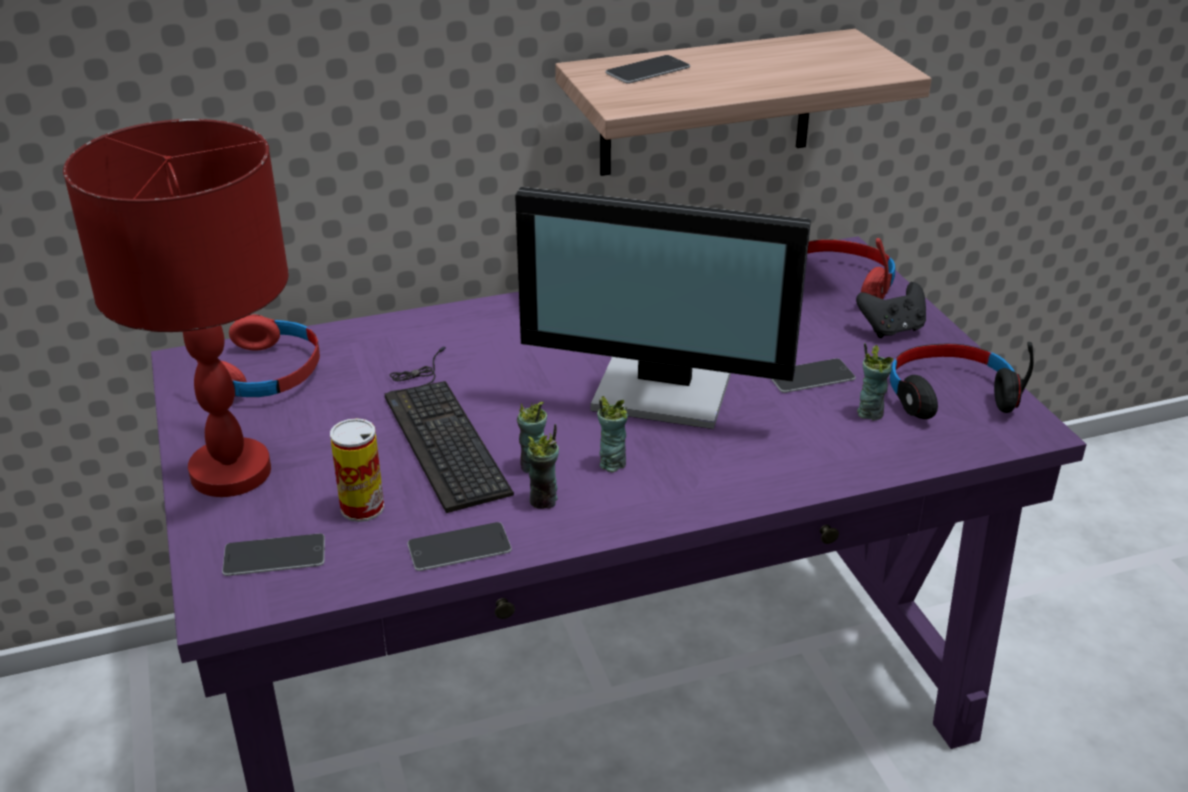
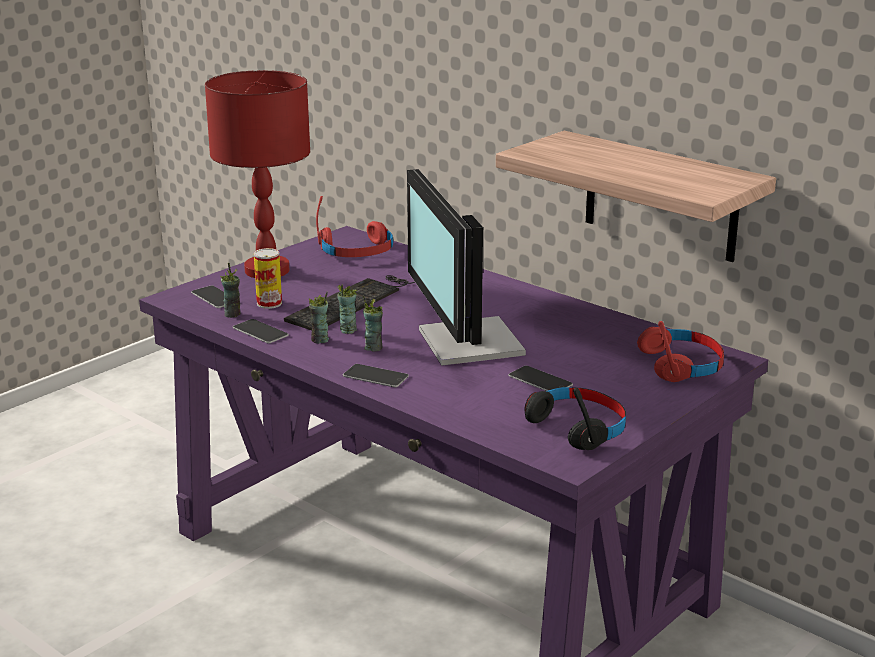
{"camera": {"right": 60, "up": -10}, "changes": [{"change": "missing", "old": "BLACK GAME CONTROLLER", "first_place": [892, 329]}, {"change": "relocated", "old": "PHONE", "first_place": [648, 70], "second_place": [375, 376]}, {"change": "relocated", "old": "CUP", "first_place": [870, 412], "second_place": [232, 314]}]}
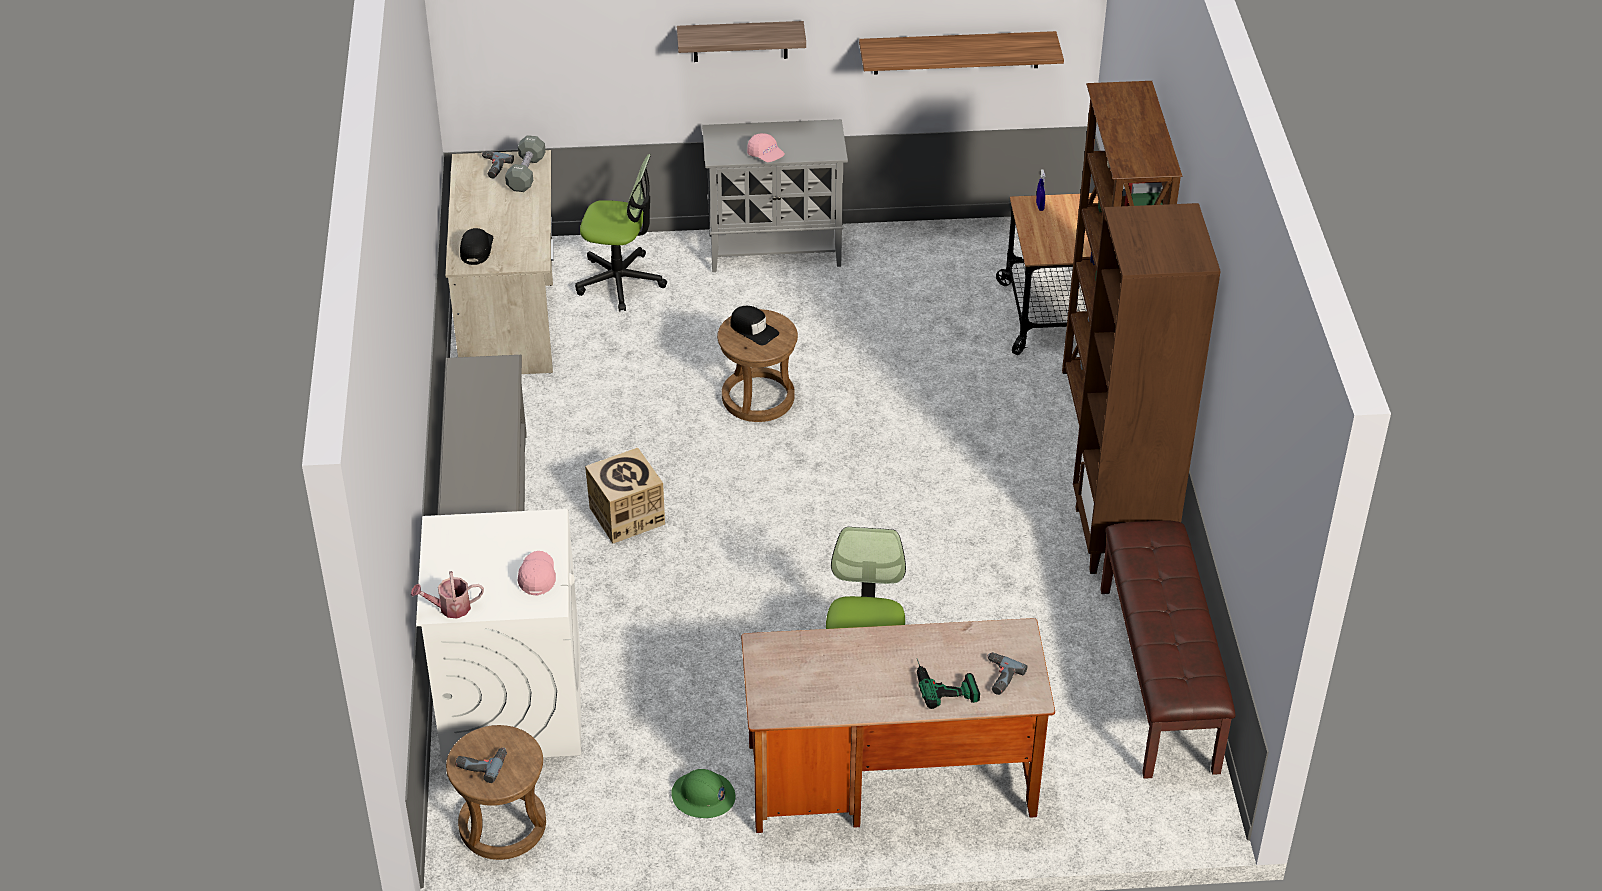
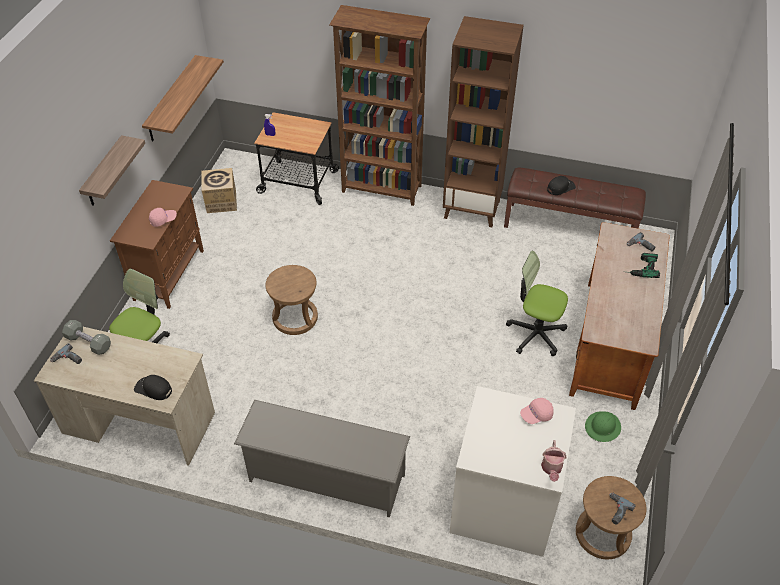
{"camera": {"right": -70, "up": 5}, "changes": [{"change": "relocated", "old": "CARDBOARD BOX", "first_place": [626, 516], "second_place": [221, 202]}, {"change": "relocated", "old": "BLACK CAP", "first_place": [753, 329], "second_place": [560, 187]}, {"change": "colour", "old": "GREY CABINET", "new": "BROWN CABINET", "first_place": [776, 250], "second_place": [169, 274]}, {"change": "spun", "old": "PINK CAP", "first_place": [537, 577], "second_place": [536, 415], "degrees": -45}]}
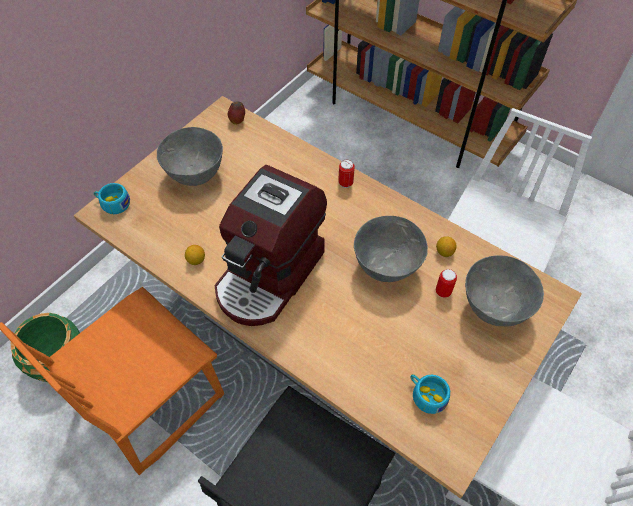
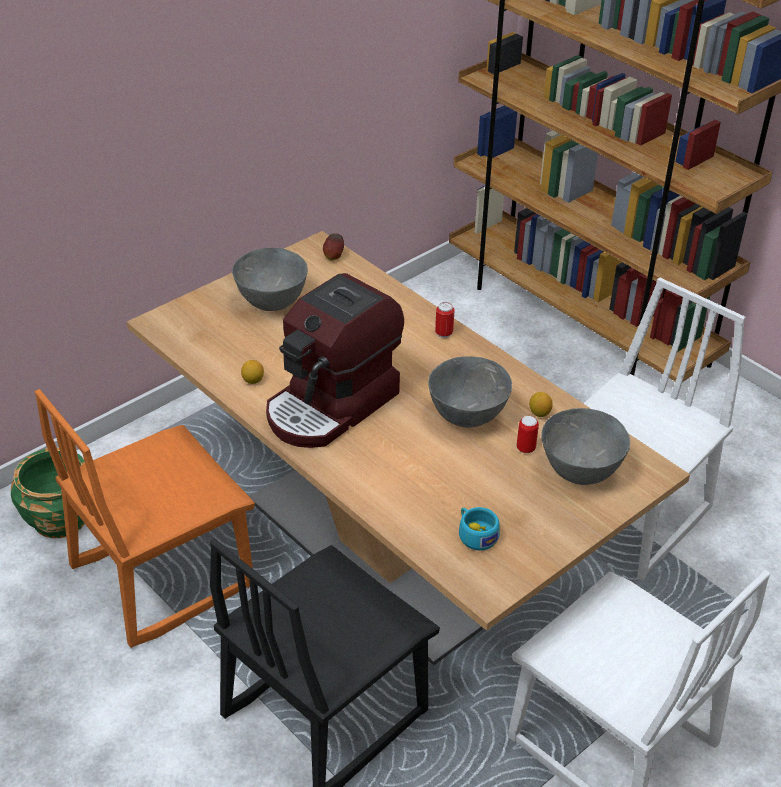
{"camera": {"right": 10, "up": -15}, "changes": [{"change": "missing", "old": "TURQUOISE CUP", "first_place": [113, 204]}]}
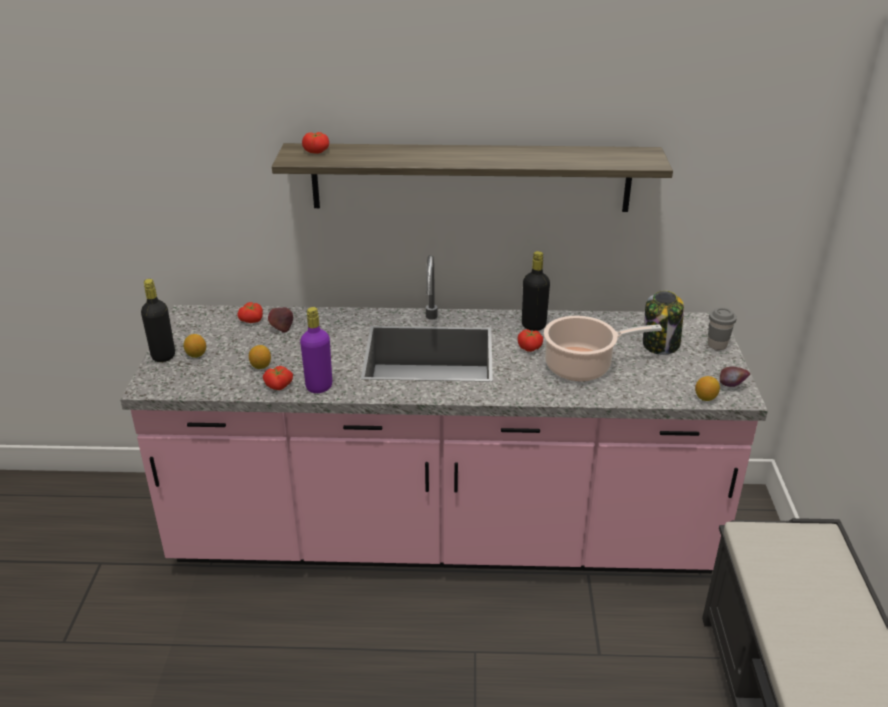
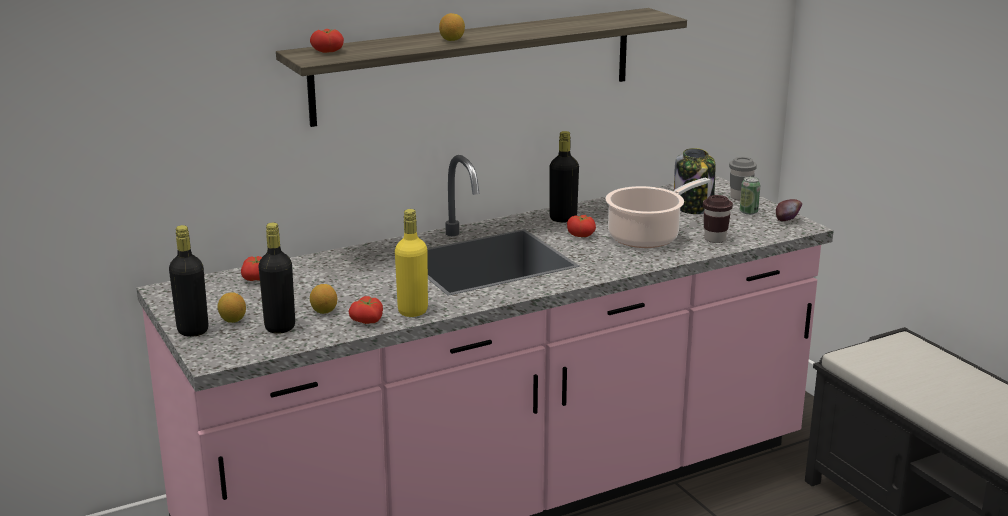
{"camera": {"right": -30, "up": -10}, "changes": [{"change": "missing", "old": "APPLE", "first_place": [282, 328]}, {"change": "appeared", "new": "BLACK BOTTLE", "second_place": [280, 327]}, {"change": "appeared", "new": "BROWN CUP", "second_place": [715, 239]}, {"change": "appeared", "new": "CAN", "second_place": [748, 212]}, {"change": "relocated", "old": "LEMON", "first_place": [705, 398], "second_place": [452, 40]}, {"change": "colour", "old": "PURPLE BOTTLE", "new": "YELLOW BOTTLE", "first_place": [319, 387], "second_place": [413, 311]}]}
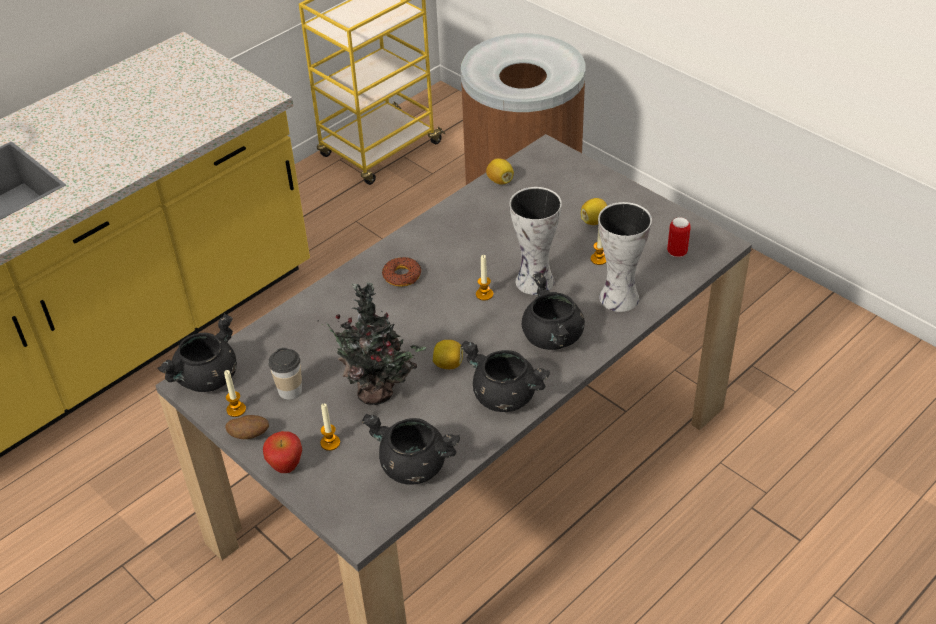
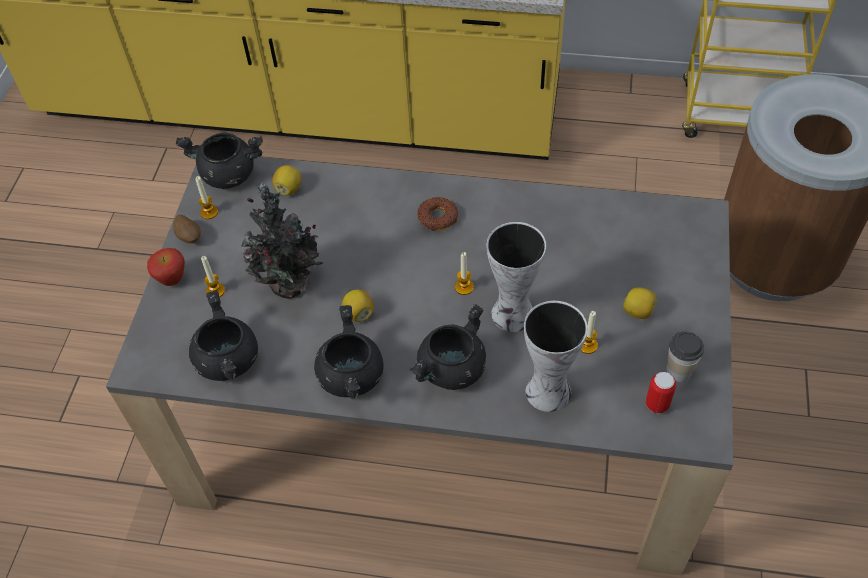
{"camera": {"right": 55, "up": 10}, "changes": [{"change": "relocated", "old": "CUP", "first_place": [290, 391], "second_place": [678, 371]}, {"change": "relocated", "old": "LEMON", "first_place": [500, 181], "second_place": [289, 188]}]}
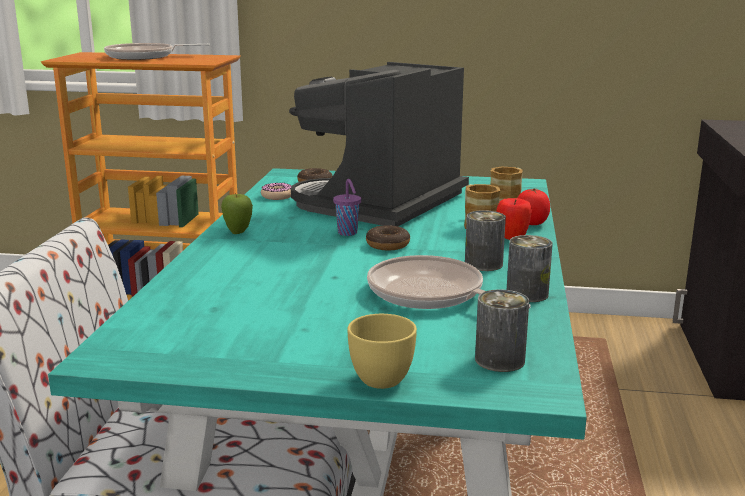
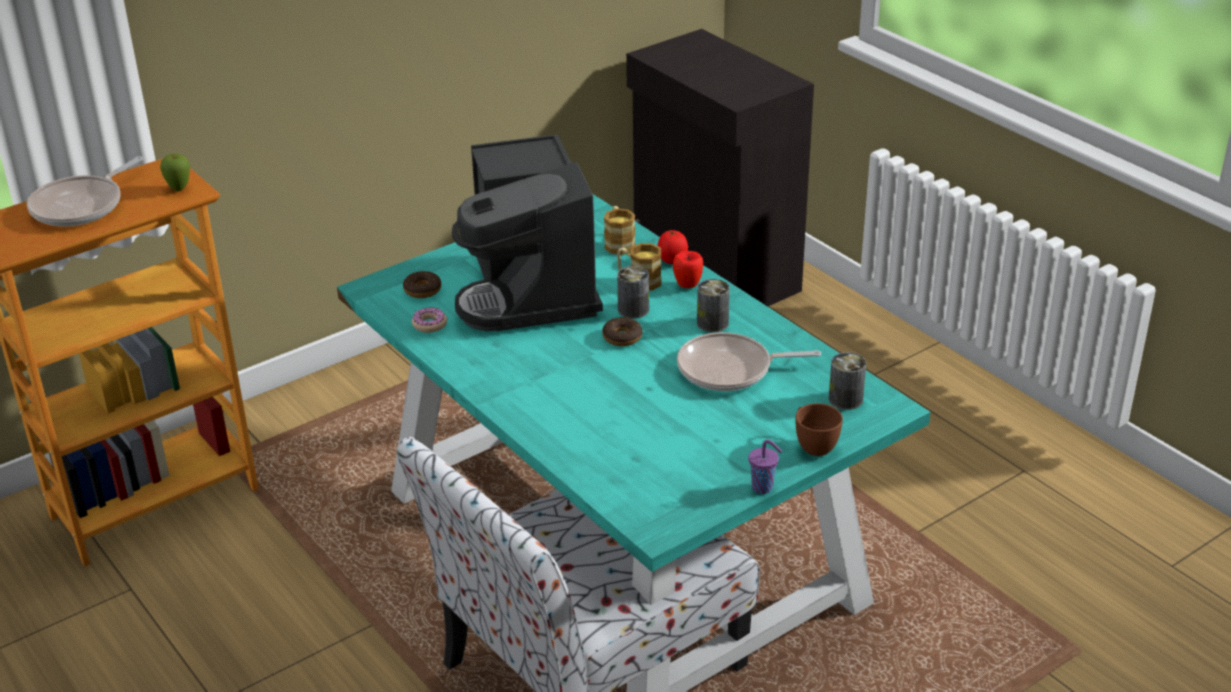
{"camera": {"right": -45, "up": 15}, "changes": [{"change": "relocated", "old": "APPLE", "first_place": [238, 233], "second_place": [179, 189]}, {"change": "relocated", "old": "PURPLE CUP", "first_place": [348, 233], "second_place": [763, 488]}, {"change": "relocated", "old": "CAN", "first_place": [527, 294], "second_place": [633, 309]}, {"change": "colour", "old": "YELLOW CUP", "new": "BROWN CUP", "first_place": [384, 375], "second_place": [813, 445]}]}
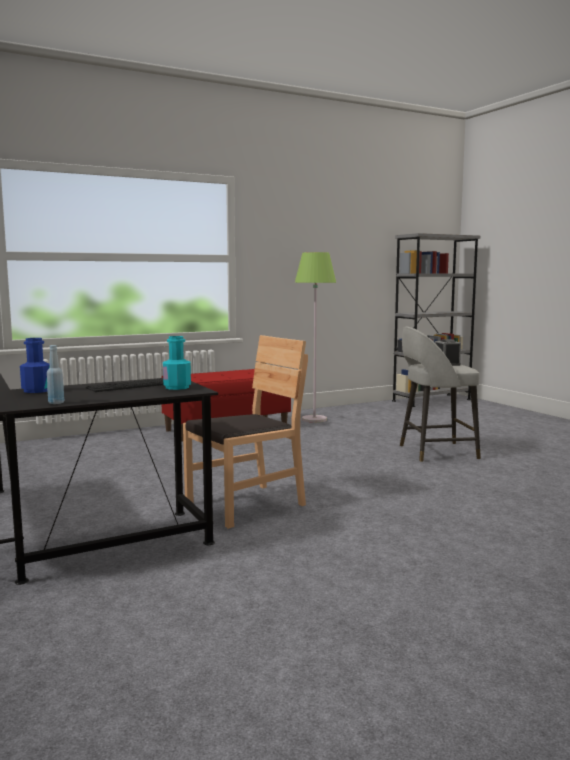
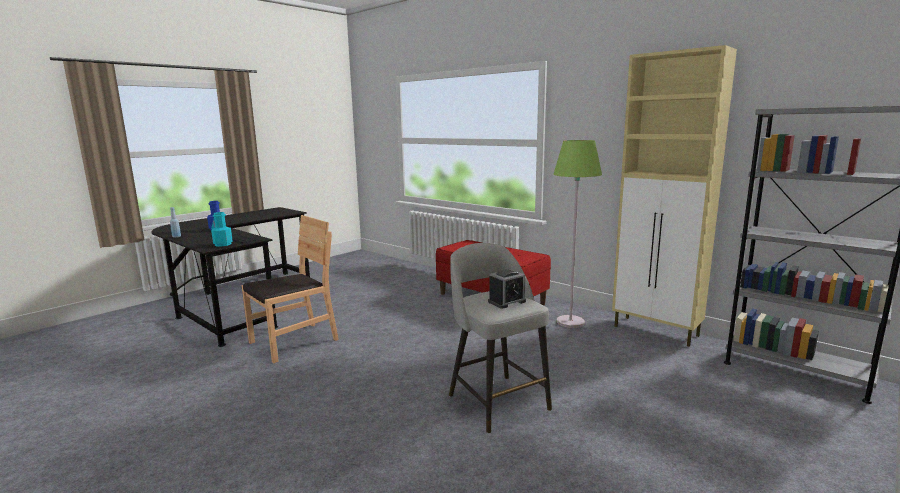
{"camera": {"right": 70, "up": 5}, "changes": [{"change": "appeared", "new": "BEIGE CABINET", "second_place": [656, 331]}, {"change": "spun", "old": "BROWN CHAIR", "first_place": [245, 505], "second_place": [294, 342], "degrees": -75}]}
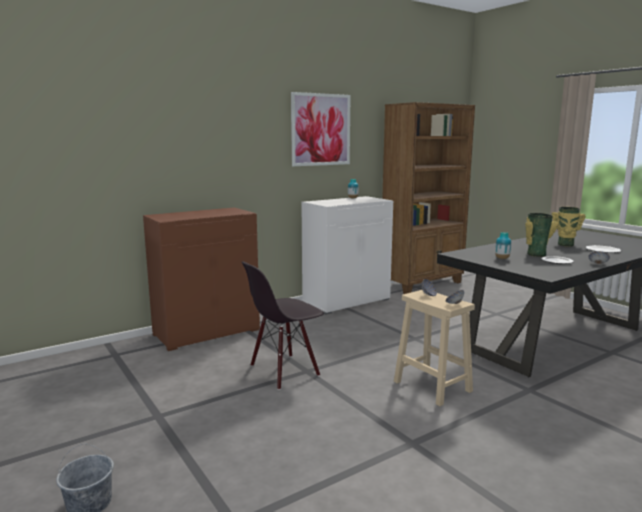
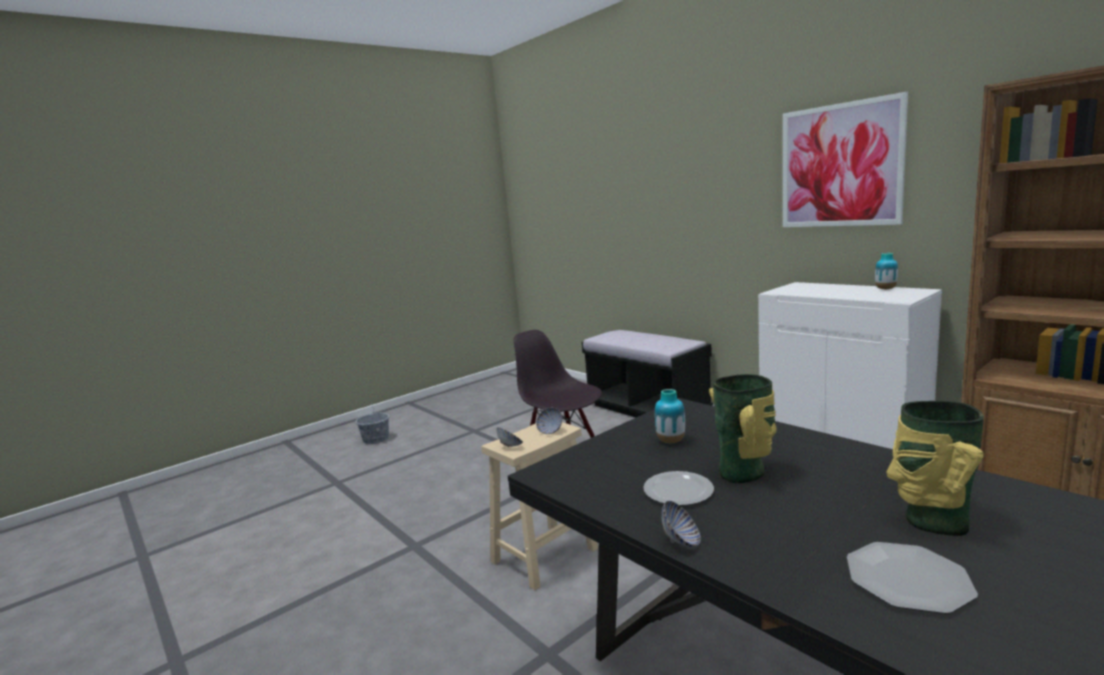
{"camera": {"right": 85, "up": 0}, "changes": [{"change": "exchanged", "old": "BROWN CABINET", "new": "BLACK BENCH", "first_place": [207, 332], "second_place": [647, 409]}]}
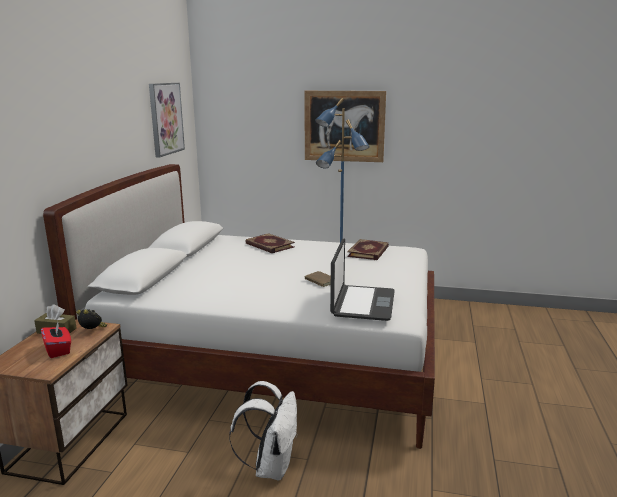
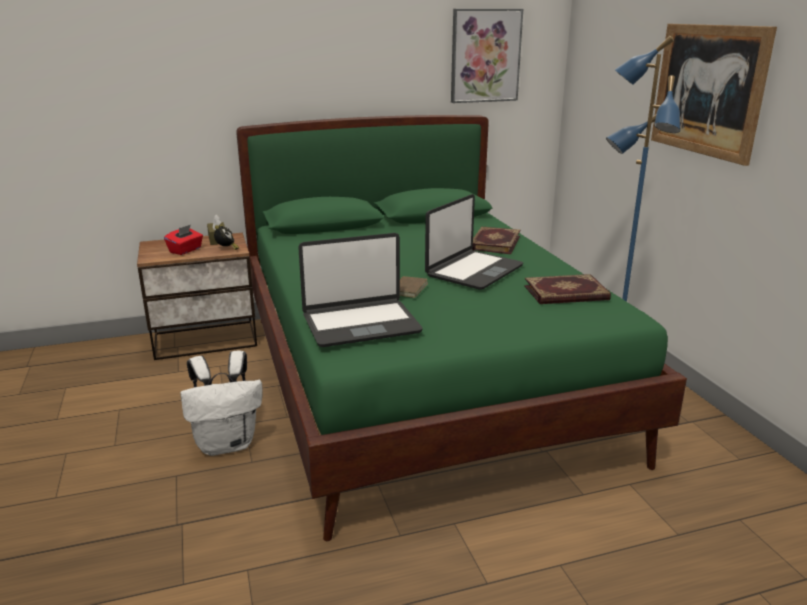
{"camera": {"right": 60, "up": 5}, "changes": [{"change": "appeared", "new": "LAPTOP", "second_place": [473, 271]}, {"change": "colour", "old": "WHITE BED", "new": "GREEN BED", "first_place": [275, 359], "second_place": [421, 381]}]}
